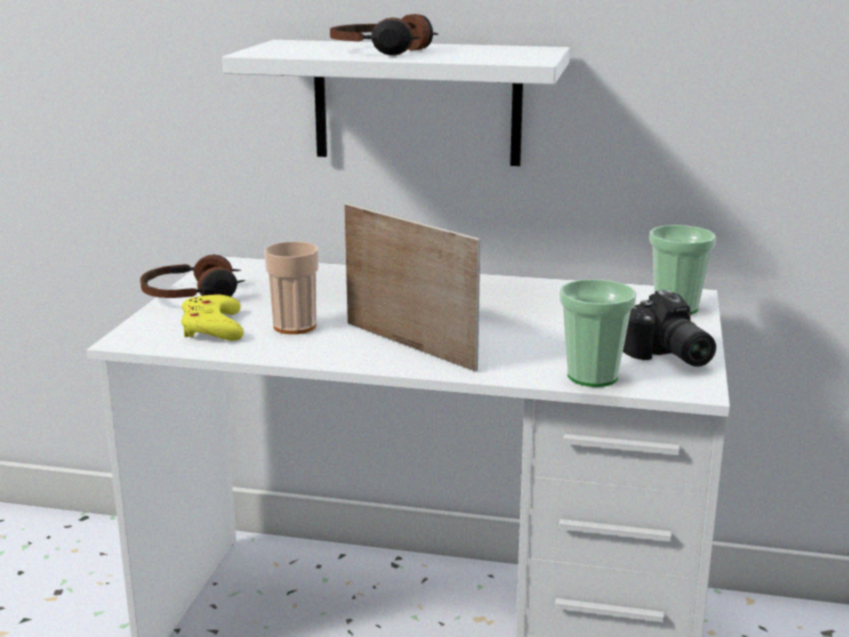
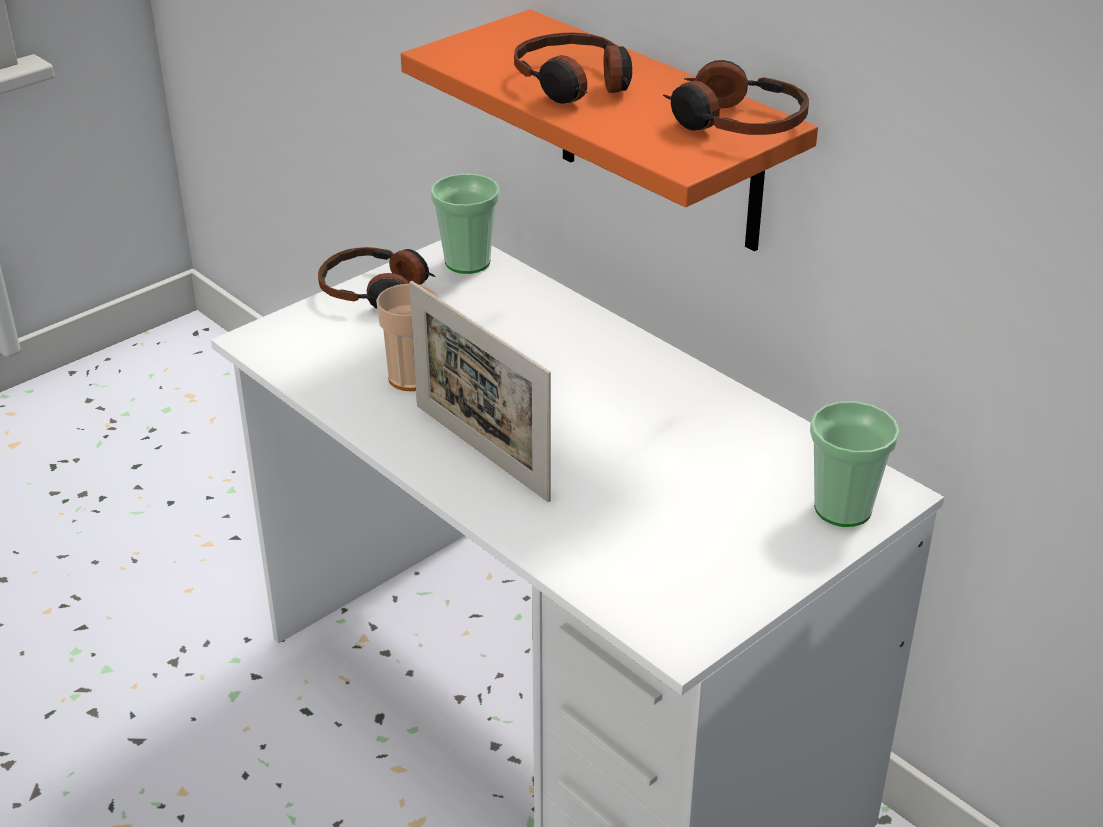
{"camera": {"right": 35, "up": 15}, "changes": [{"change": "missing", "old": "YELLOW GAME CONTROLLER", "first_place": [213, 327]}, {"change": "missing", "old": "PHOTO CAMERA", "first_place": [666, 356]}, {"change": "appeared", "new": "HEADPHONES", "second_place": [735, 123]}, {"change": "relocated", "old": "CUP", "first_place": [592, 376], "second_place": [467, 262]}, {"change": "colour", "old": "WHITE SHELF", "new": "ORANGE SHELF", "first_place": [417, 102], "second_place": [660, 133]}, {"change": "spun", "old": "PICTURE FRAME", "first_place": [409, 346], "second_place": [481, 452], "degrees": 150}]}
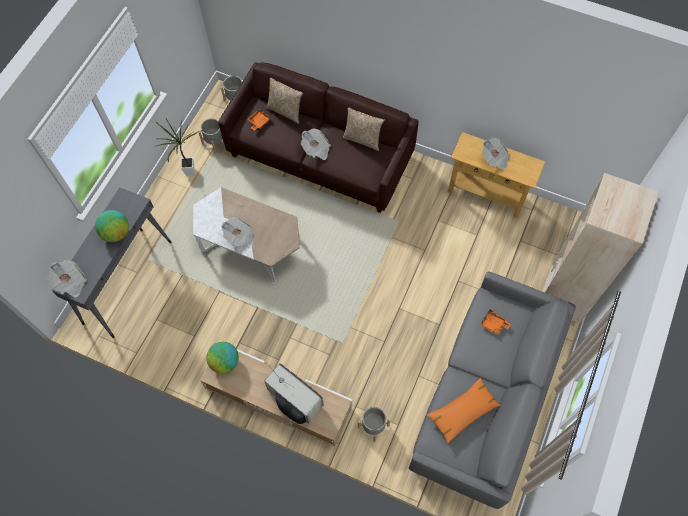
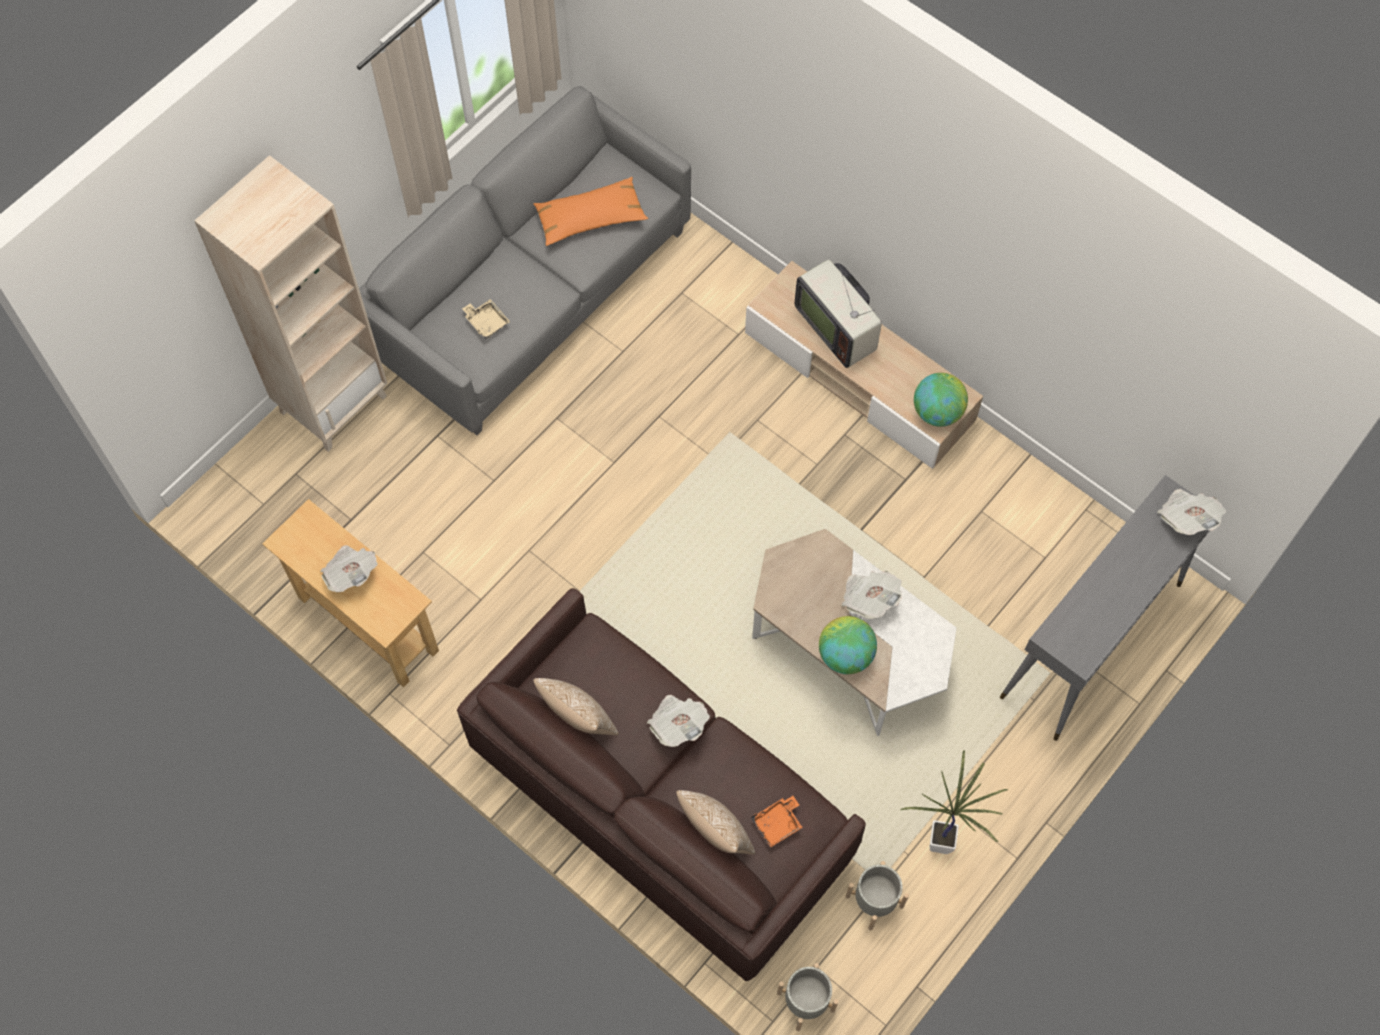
{"camera": {"right": -165, "up": 0}, "changes": [{"change": "missing", "old": "GREY PLANTER", "first_place": [373, 426]}, {"change": "relocated", "old": "GLOBE", "first_place": [116, 233], "second_place": [845, 655]}, {"change": "colour", "old": "ORANGE TRAY", "new": "BEIGE TRAY", "first_place": [493, 324], "second_place": [486, 322]}]}
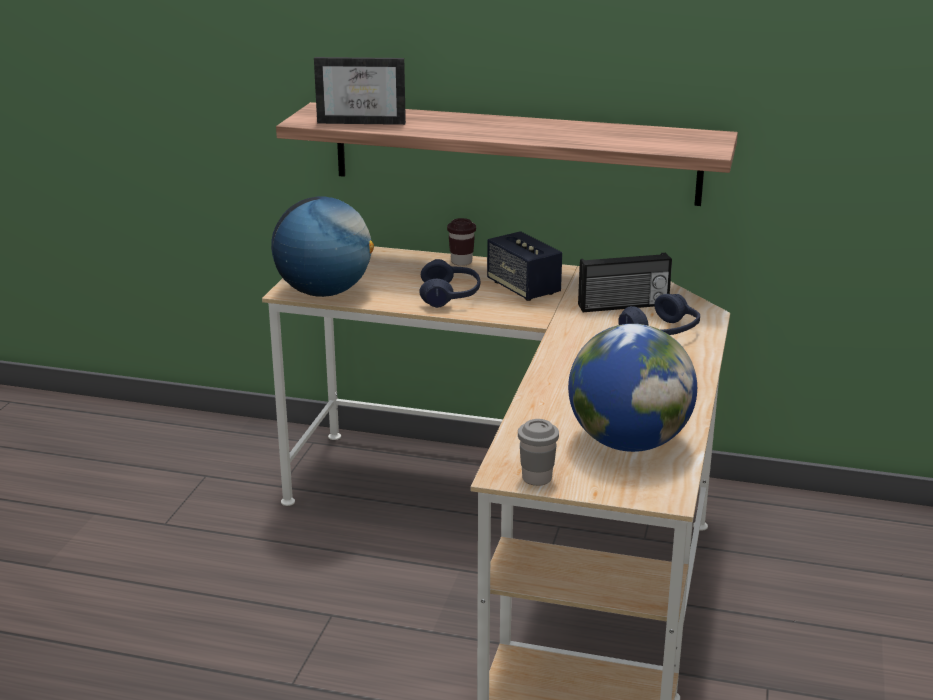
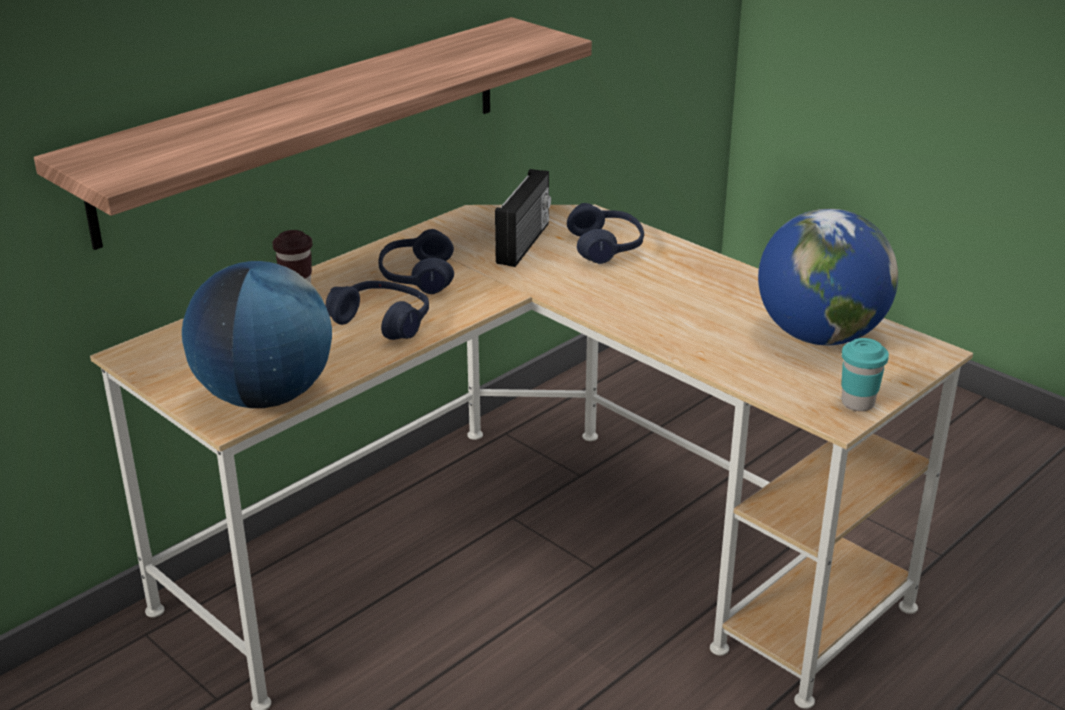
{"camera": {"right": -60, "up": 5}, "changes": [{"change": "missing", "old": "PICTURE FRAME", "first_place": [364, 121]}, {"change": "exchanged", "old": "SPEAKER", "new": "BLUE HEADPHONES", "first_place": [523, 288], "second_place": [417, 277]}, {"change": "colour", "old": "GREY CUP", "new": "TURQUOISE CUP", "first_place": [537, 478], "second_place": [857, 403]}]}
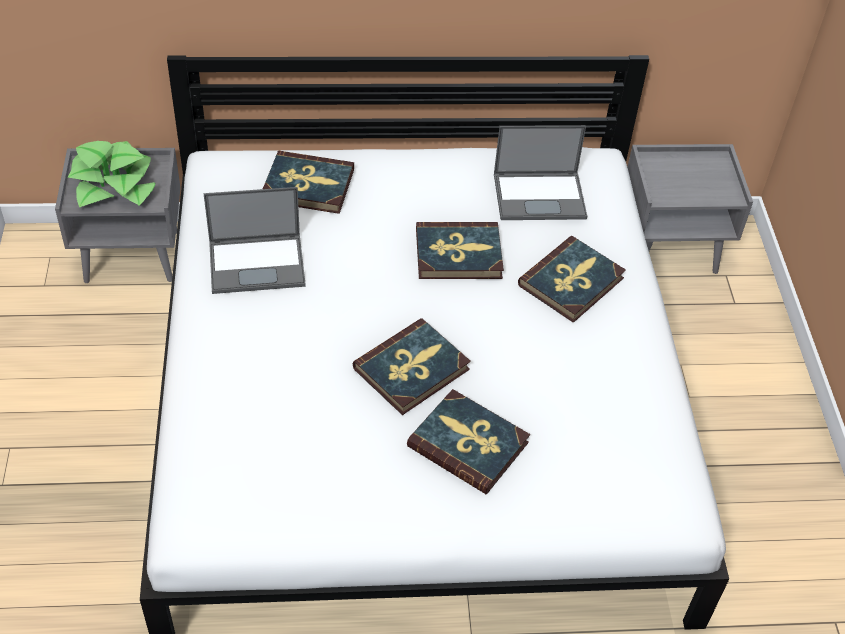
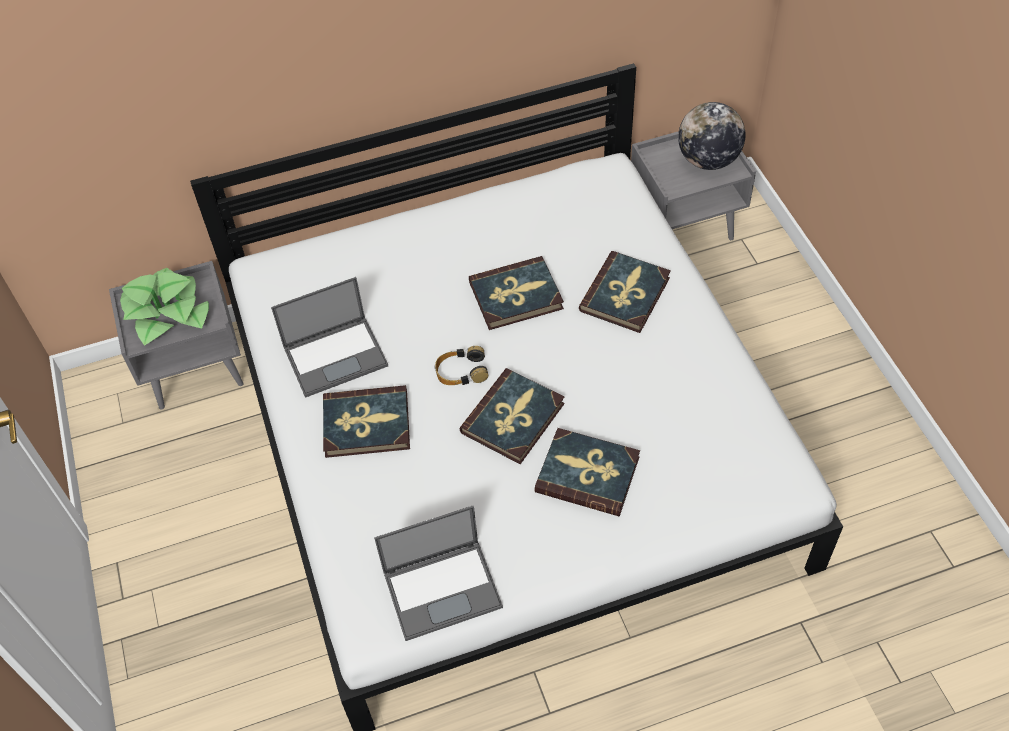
{"camera": {"right": -10, "up": 5}, "changes": [{"change": "appeared", "new": "HEADPHONES", "second_place": [461, 371]}, {"change": "appeared", "new": "GLOBE", "second_place": [708, 160]}, {"change": "relocated", "old": "BOOK", "first_place": [308, 186], "second_place": [366, 424]}, {"change": "relocated", "old": "LAPTOP", "first_place": [540, 196], "second_place": [443, 588]}]}
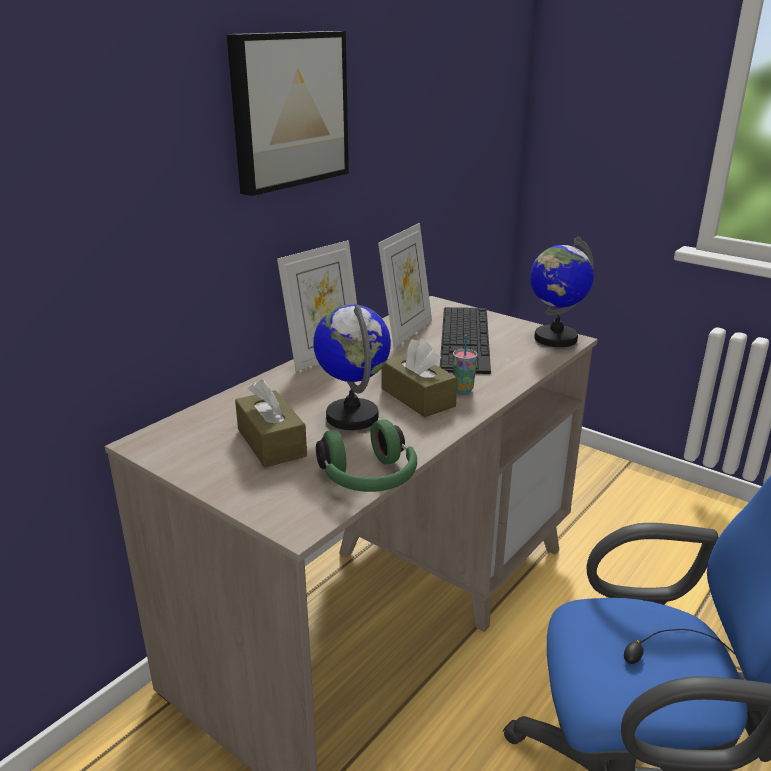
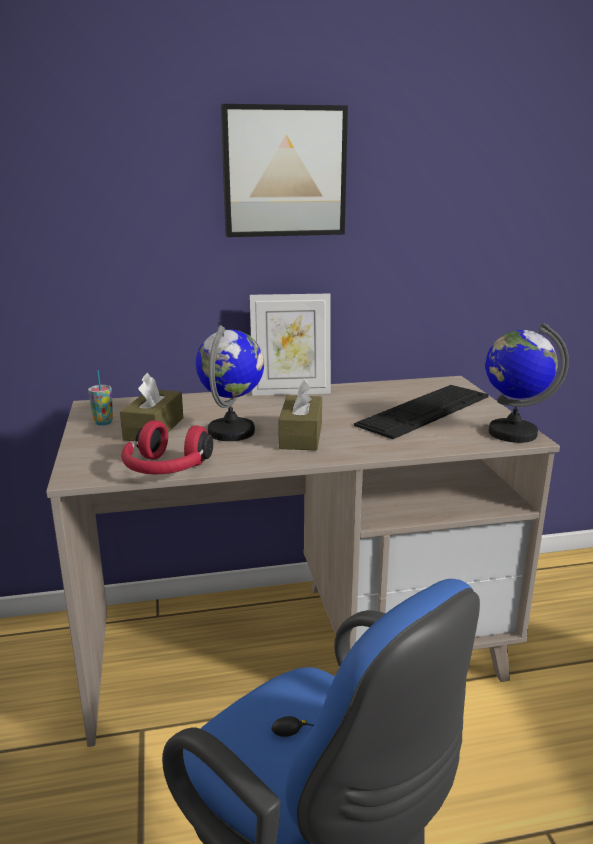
{"camera": {"right": 40, "up": -5}, "changes": [{"change": "missing", "old": "PICTURE FRAME", "first_place": [406, 332]}, {"change": "relocated", "old": "CUP", "first_place": [463, 389], "second_place": [103, 422]}, {"change": "colour", "old": "GREEN HEADPHONES", "new": "RED HEADPHONES", "first_place": [369, 479], "second_place": [165, 469]}]}
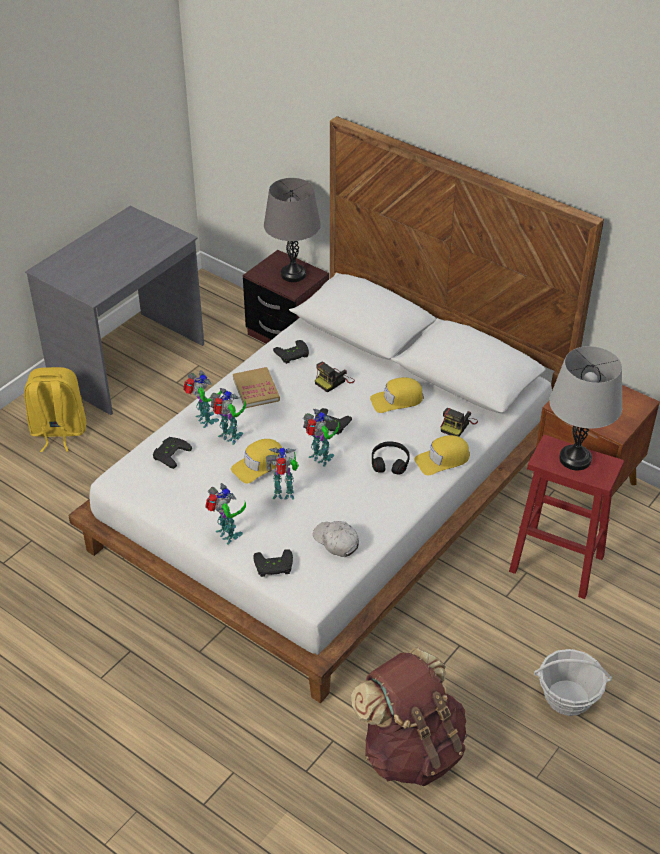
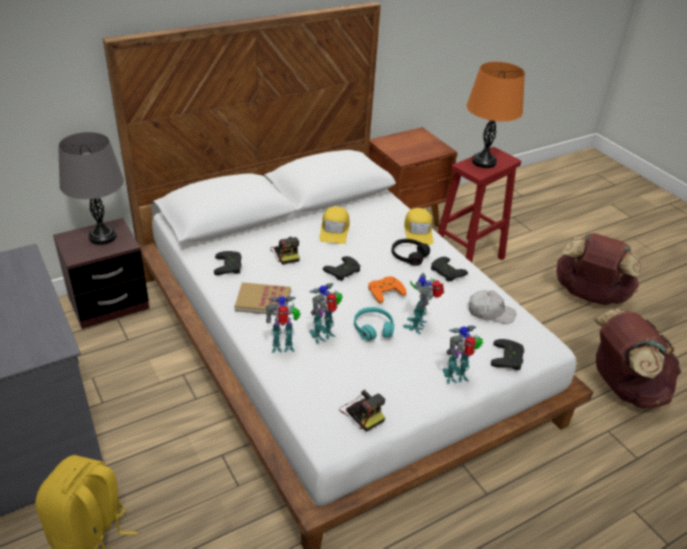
{"camera": {"right": -70, "up": -5}, "changes": [{"change": "relocated", "old": "BLACK GAME CONTROLLER", "first_place": [169, 453], "second_place": [446, 272]}, {"change": "relocated", "old": "PHOTO CAMERA", "first_place": [457, 425], "second_place": [362, 412]}, {"change": "exchanged", "old": "YELLOW CAP", "new": "TURQUOISE HEADPHONES", "first_place": [258, 465], "second_place": [373, 328]}, {"change": "exchanged", "old": "TOY ROBOT", "new": "ORANGE GAME CONTROLLER", "first_place": [321, 459], "second_place": [384, 290]}, {"change": "exchanged", "old": "BASKET", "new": "BROWN BACKPACK", "first_place": [567, 698], "second_place": [588, 296]}, {"change": "colour", "old": "GREY TABLE LAMP", "new": "ORANGE TABLE LAMP", "first_place": [575, 459], "second_place": [484, 162]}, {"change": "spun", "old": "WHITE CAP", "first_place": [336, 541], "second_place": [490, 312], "degrees": -150}]}
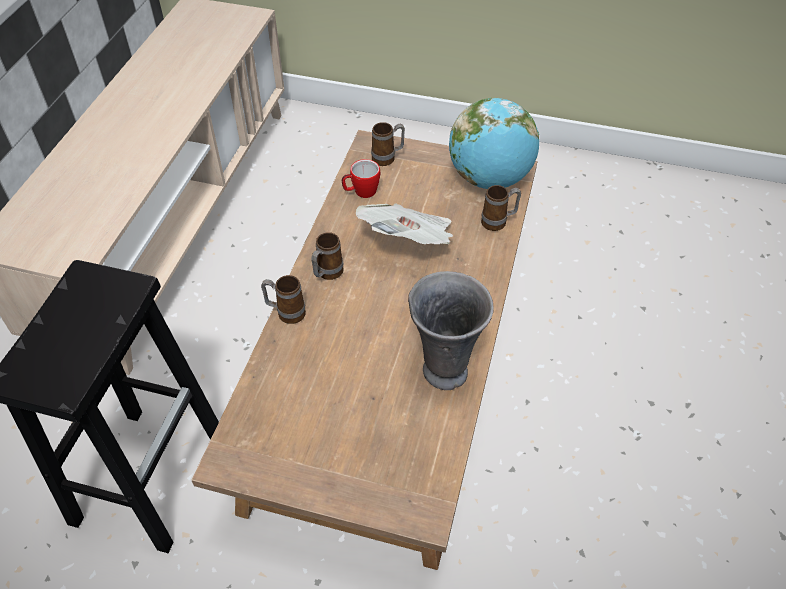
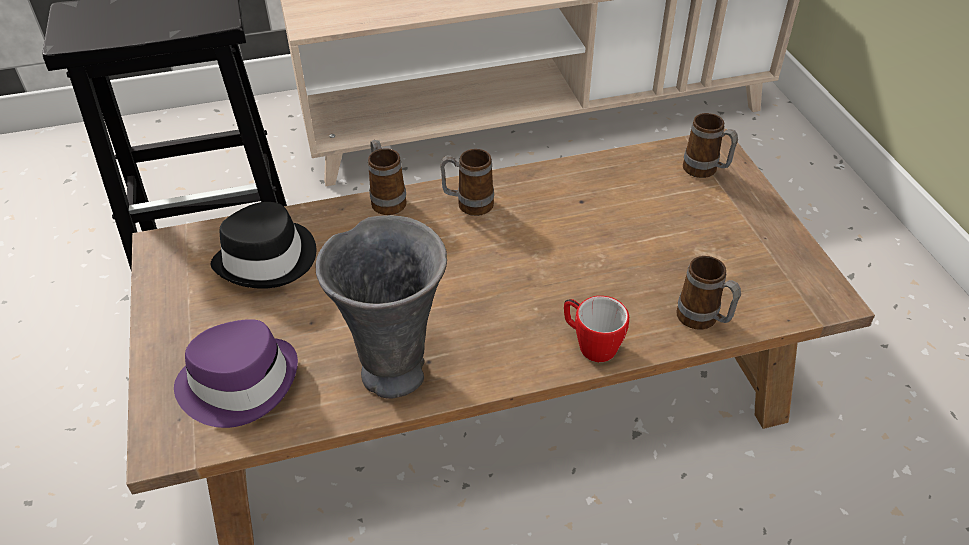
{"camera": {"right": 60, "up": -5}, "changes": [{"change": "missing", "old": "NEWSPAPER", "first_place": [409, 241]}, {"change": "missing", "old": "GLOBE", "first_place": [489, 179]}, {"change": "appeared", "new": "PURPLE HAT", "second_place": [239, 382]}, {"change": "appeared", "new": "BLACK HAT", "second_place": [268, 259]}, {"change": "relocated", "old": "MUG", "first_place": [361, 192], "second_place": [590, 344]}]}
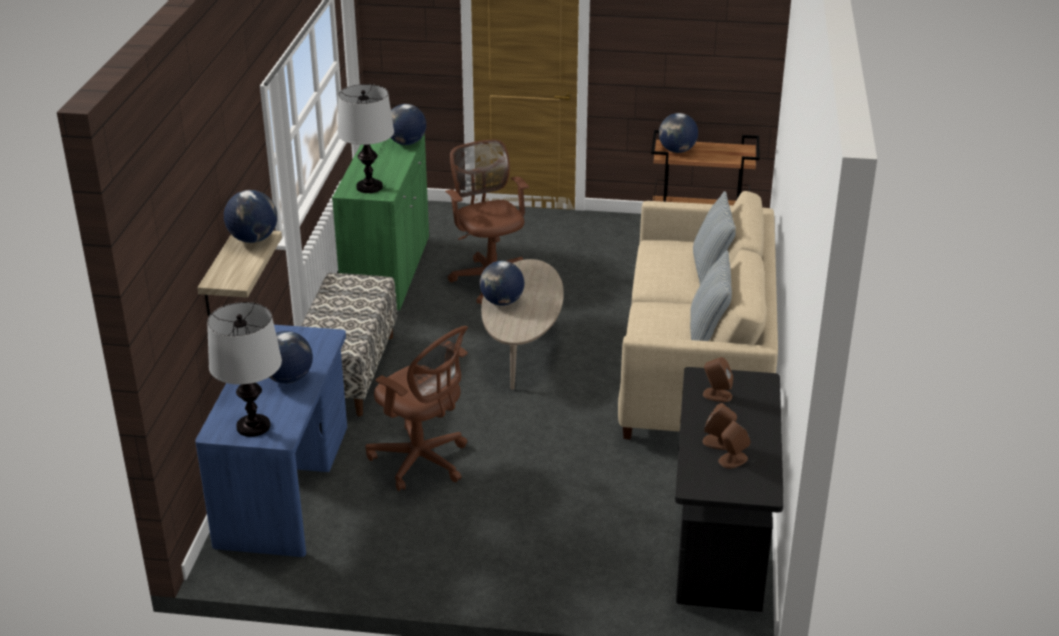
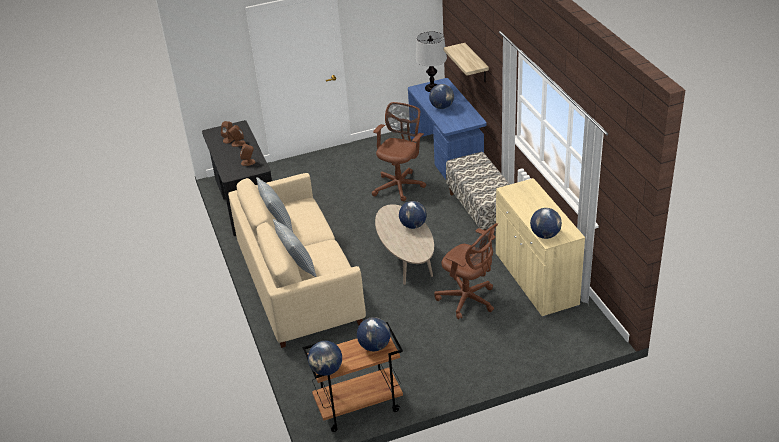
{"camera": {"right": 155, "up": 5}, "changes": [{"change": "missing", "old": "TABLE LAMP", "first_place": [369, 187]}, {"change": "relocated", "old": "GLOBE", "first_place": [253, 239], "second_place": [327, 370]}, {"change": "colour", "old": "GREEN CABINET", "new": "BEIGE CABINET", "first_place": [387, 272], "second_place": [536, 279]}, {"change": "spun", "old": "BROWN OFFICE CHAIR", "first_place": [422, 462], "second_place": [400, 185], "degrees": 105}]}
